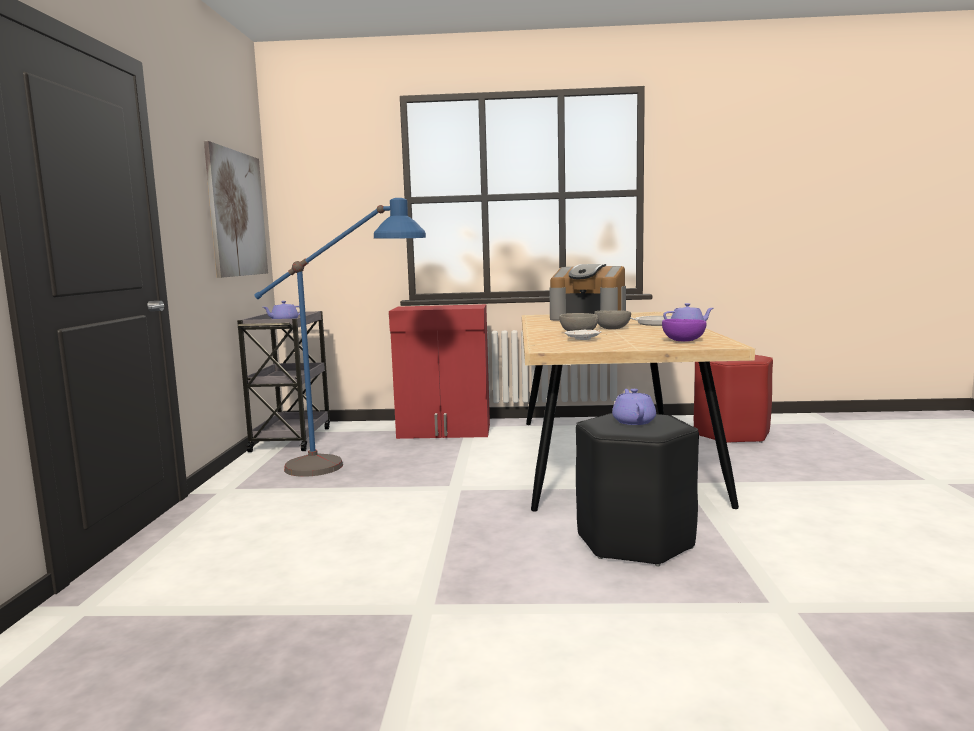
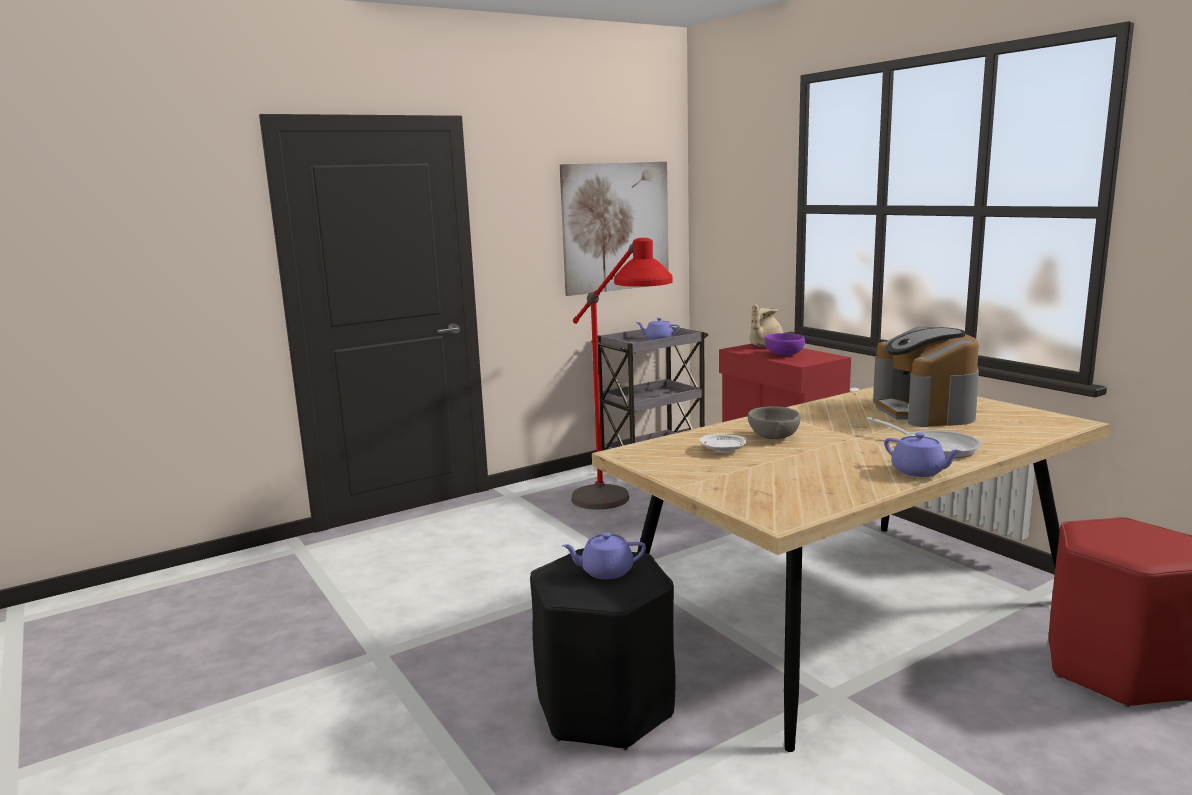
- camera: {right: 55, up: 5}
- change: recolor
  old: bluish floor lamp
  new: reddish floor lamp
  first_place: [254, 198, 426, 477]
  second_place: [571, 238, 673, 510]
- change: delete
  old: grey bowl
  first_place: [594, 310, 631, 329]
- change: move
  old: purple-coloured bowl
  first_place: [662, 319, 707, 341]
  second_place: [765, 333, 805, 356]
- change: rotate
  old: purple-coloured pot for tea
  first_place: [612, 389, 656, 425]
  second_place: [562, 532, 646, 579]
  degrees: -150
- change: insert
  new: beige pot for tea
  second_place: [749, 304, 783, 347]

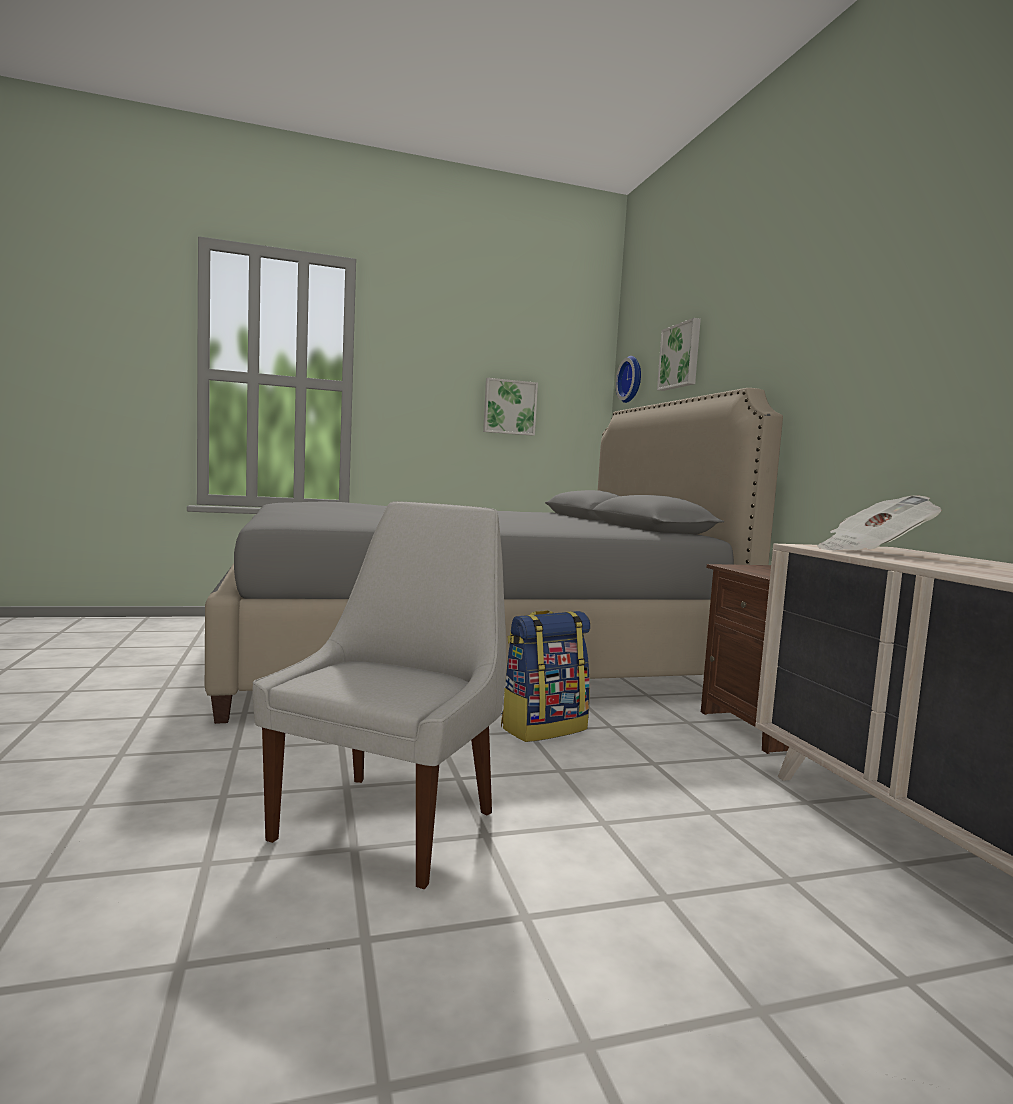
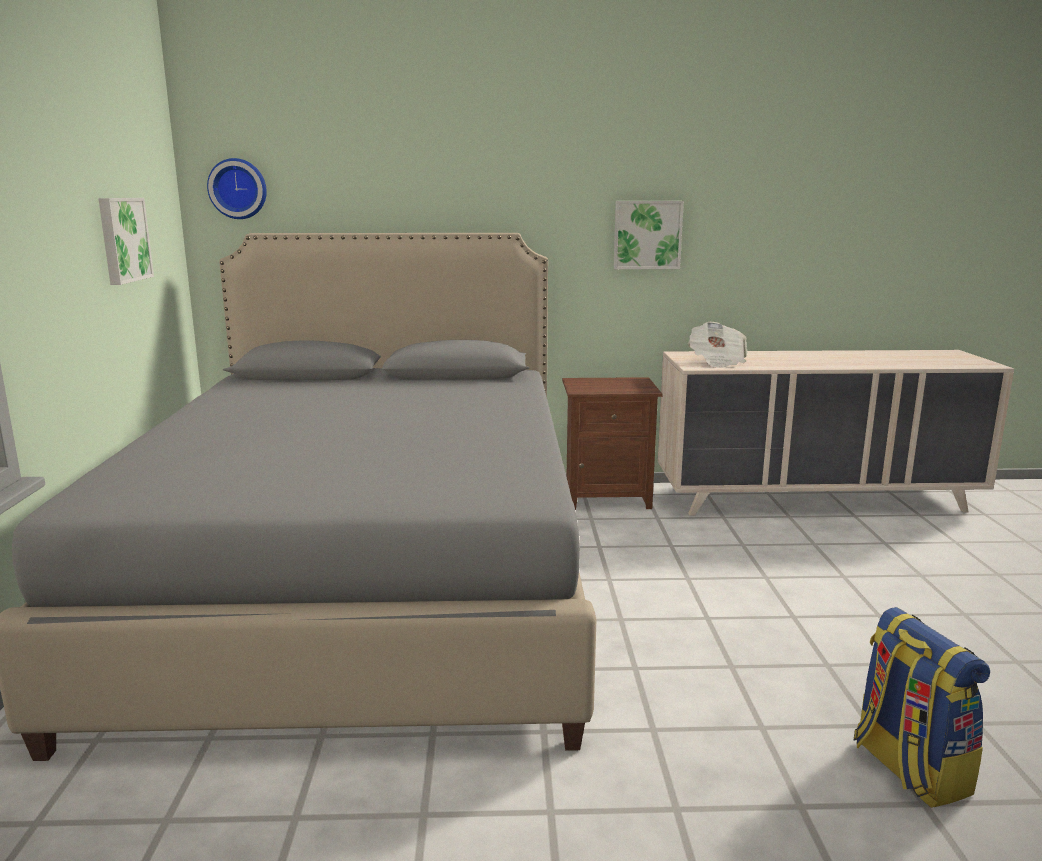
- camera: {right: -75, up: 10}
- change: move
  old: wall picture
  first_place: [657, 318, 701, 391]
  second_place: [614, 201, 684, 269]
- change: delete
  old: white-coloured chair
  first_place: [253, 501, 506, 889]
- change: move
  old: rucksack
  first_place: [501, 610, 590, 742]
  second_place: [854, 607, 990, 808]

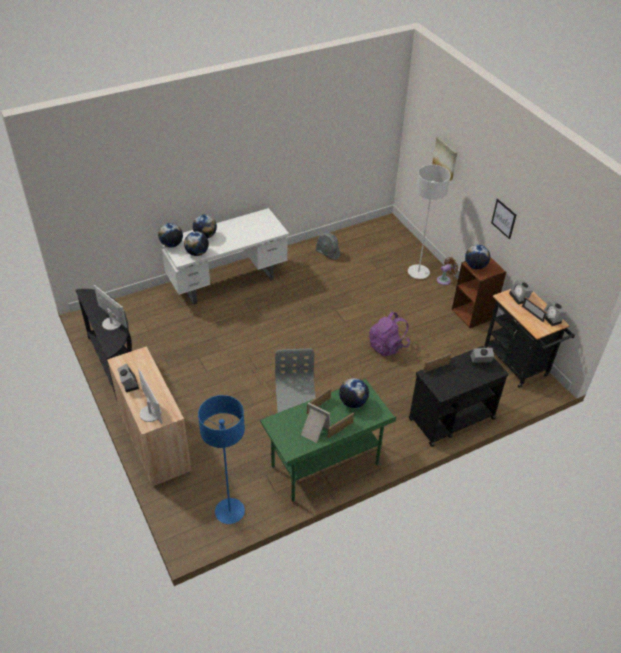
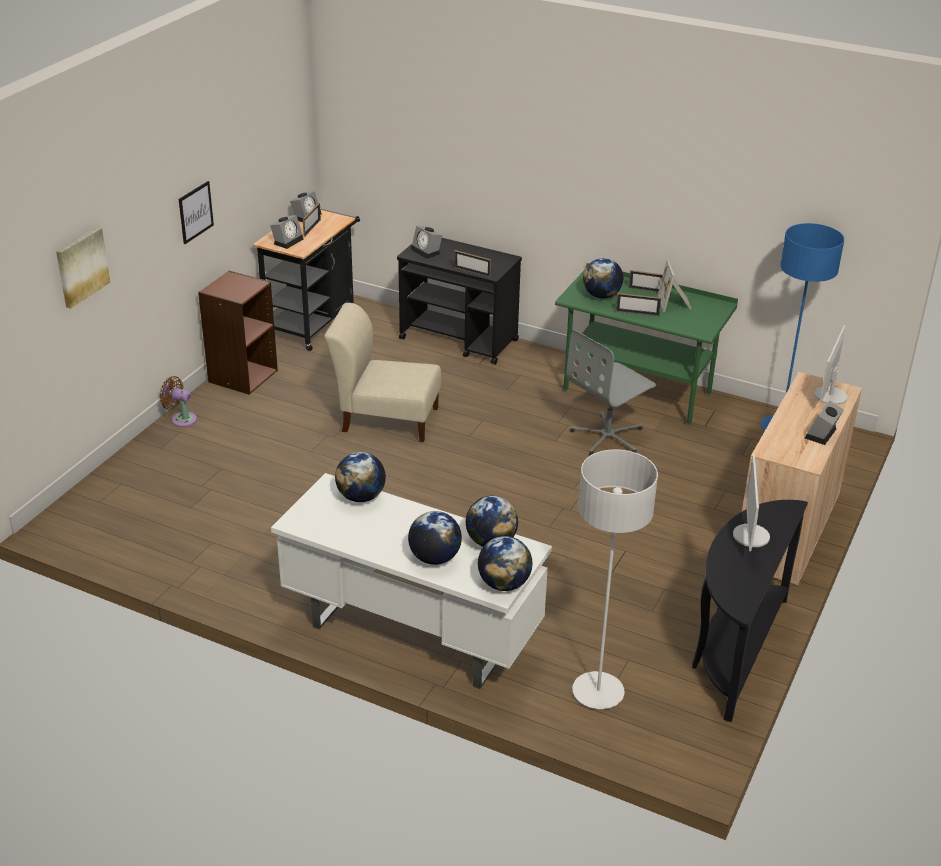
- camera: {right: -125, up: -10}
- change: move
  old: grey floor lamp
  first_place: [408, 165, 451, 279]
  second_place: [572, 449, 658, 709]
- change: delete
  old: grey cooling fan
  first_place: [316, 232, 340, 260]
- change: move
  old: globe
  first_place: [465, 245, 490, 269]
  second_place: [335, 452, 386, 502]
- change: replace
  old: purple-coloured rucksack
  new: beige chair
  first_place: [369, 312, 410, 356]
  second_place: [324, 303, 441, 442]

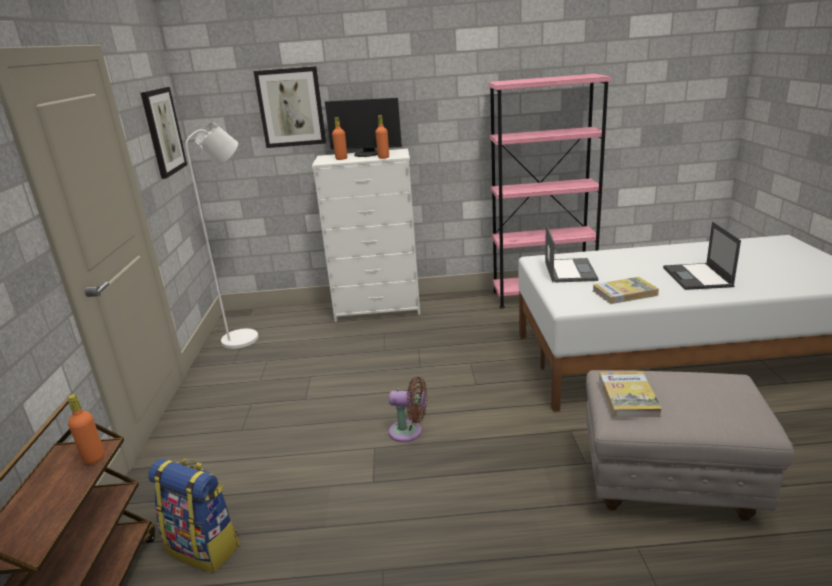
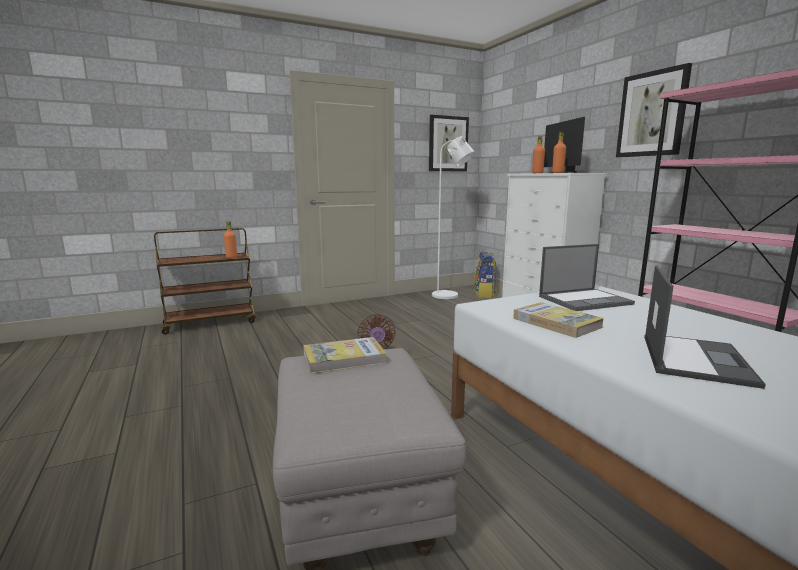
- camera: {right: 65, up: -10}
- change: move
  old: wall picture
  first_place: [253, 66, 326, 148]
  second_place: [616, 63, 692, 157]
- change: rotate
  old: portable computer
  first_place: [663, 222, 741, 290]
  second_place: [644, 265, 766, 389]
  degrees: 135
- change: move
  old: rucksack
  first_place: [148, 458, 239, 572]
  second_place: [474, 251, 497, 298]

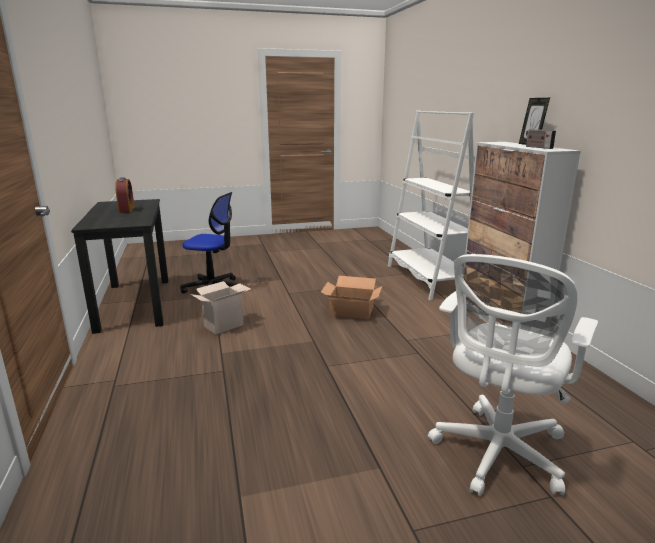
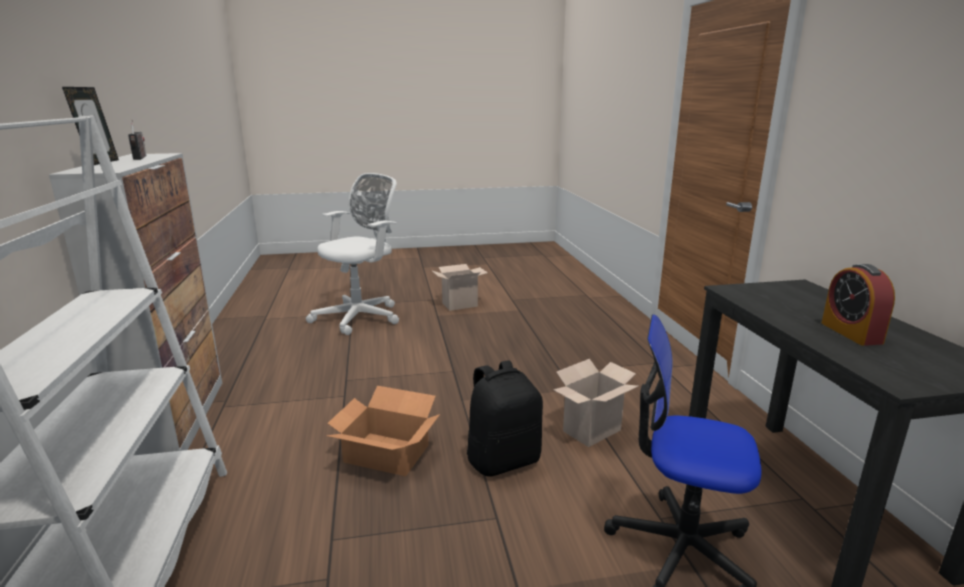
- camera: {right: -175, up: 0}
- change: insert
  new: packing box
  second_place: [432, 264, 488, 311]
- change: insert
  new: black-coloured rucksack
  second_place: [467, 360, 543, 477]

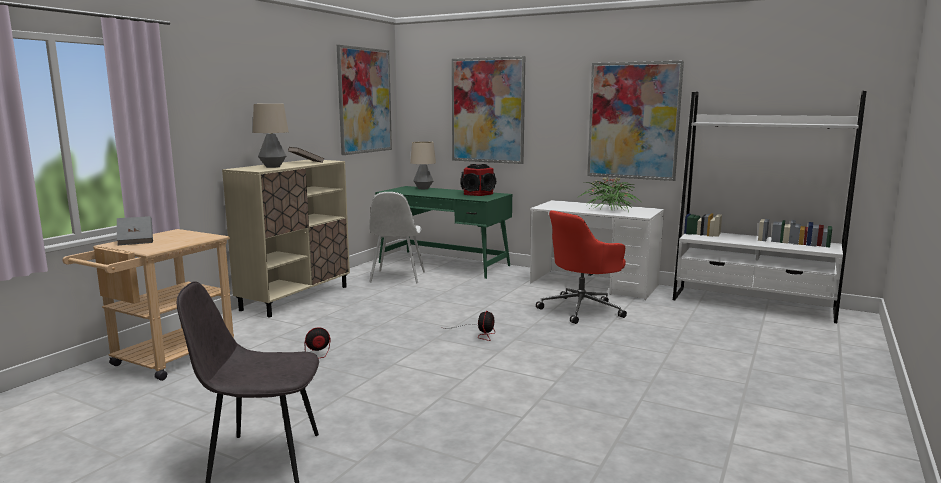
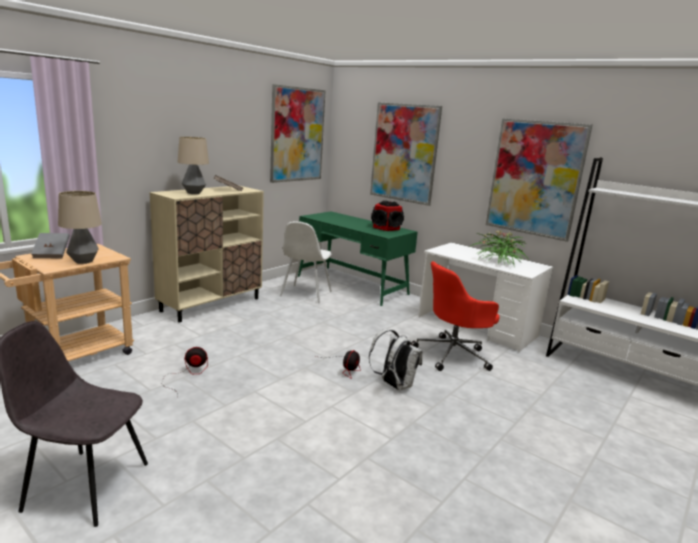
- camera: {right: 10, up: 5}
- change: move
  old: tabletop lamp
  first_place: [410, 141, 436, 190]
  second_place: [58, 191, 102, 264]
- change: insert
  new: white-coloured rucksack
  second_place: [369, 329, 422, 390]

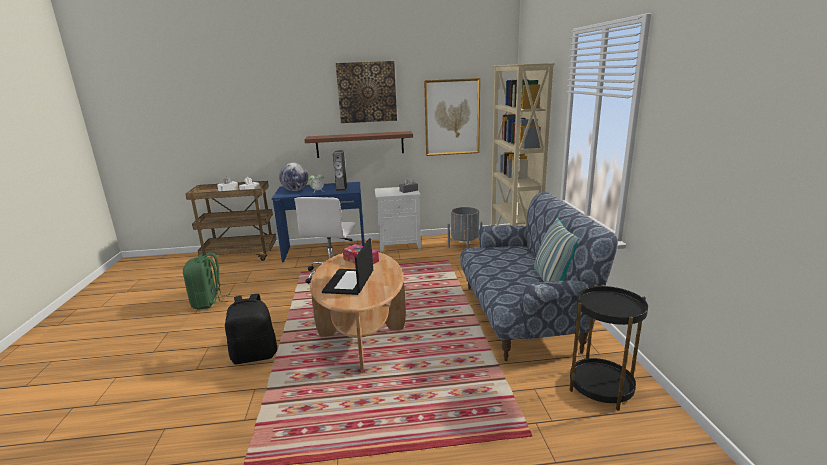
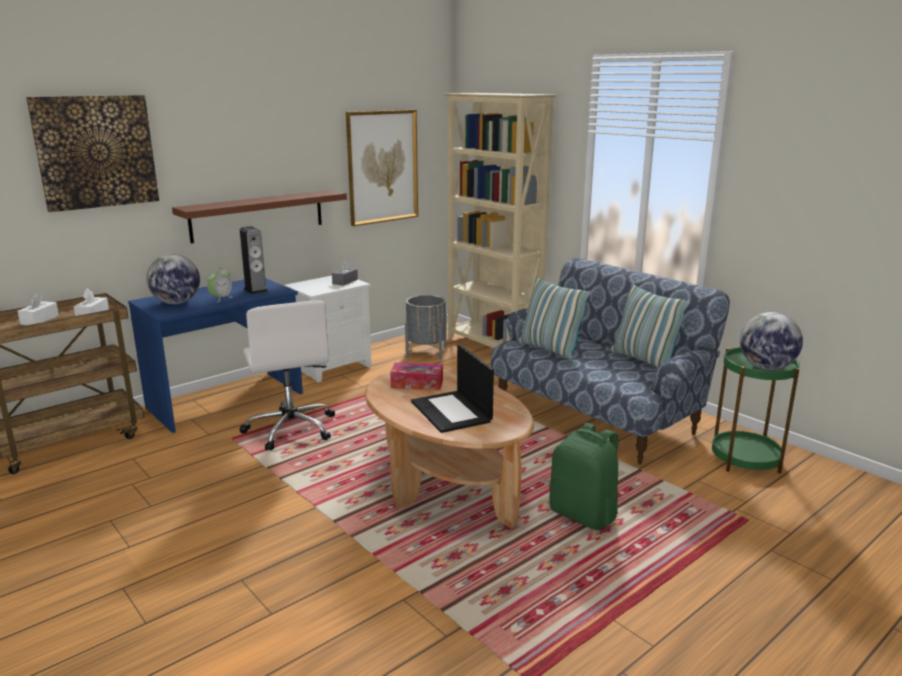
- camera: {right: -35, up: 0}
- change: move
  old: wall picture
  first_place: [336, 61, 397, 123]
  second_place: [26, 95, 159, 212]
- change: move
  old: greenish rucksack
  first_place: [183, 253, 230, 309]
  second_place: [549, 423, 619, 530]
- change: recolor
  old: black-coloured end table
  new: greenish end table
  first_place: [569, 285, 648, 411]
  second_place: [712, 347, 800, 474]
- change: delete
  old: black-coloured rucksack
  first_place: [225, 294, 277, 364]
- change: insert
  new: cushion
  second_place: [518, 276, 591, 360]
- change: insert
  new: globe
  second_place: [740, 312, 803, 370]

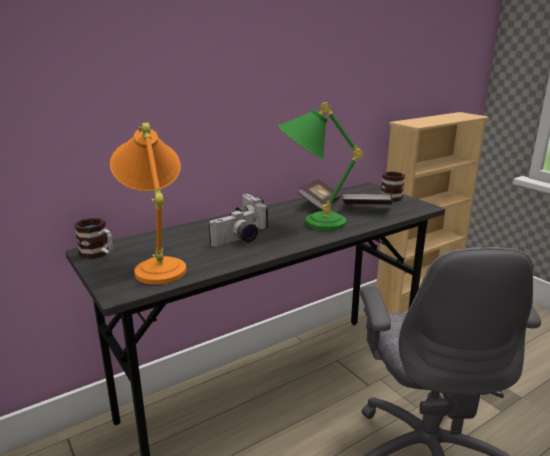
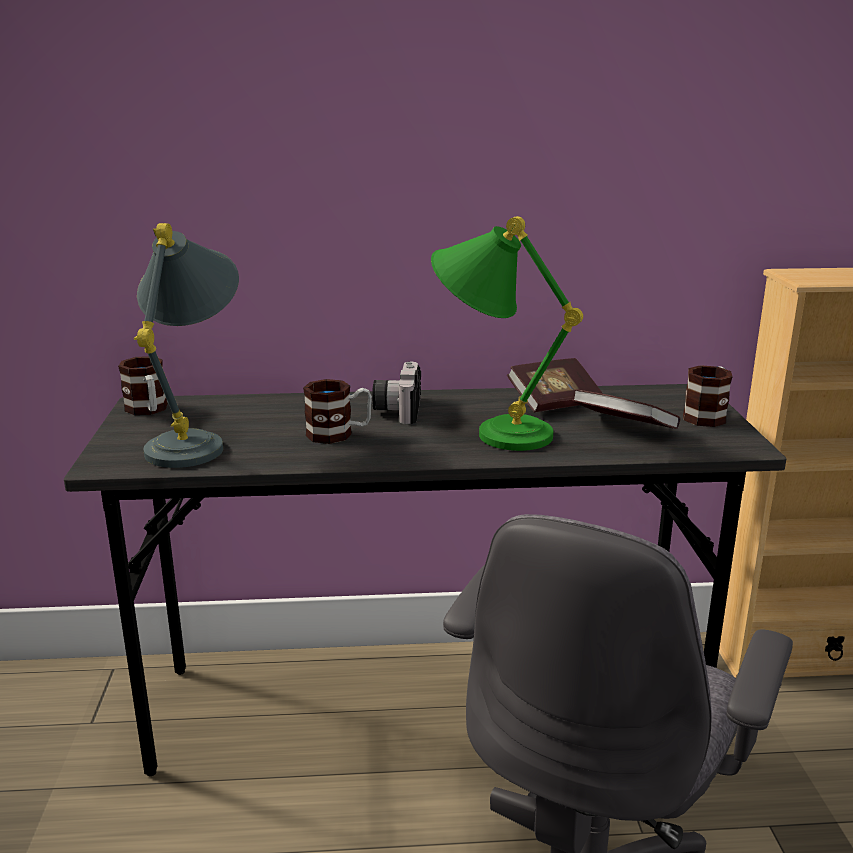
- camera: {right: 30, up: 0}
- change: recolor
  old: orange tabletop lamp
  new: grey tabletop lamp
  first_place: [110, 123, 186, 285]
  second_place: [134, 223, 239, 468]
- change: replace
  old: photo camera
  new: mug
  first_place: [209, 210, 258, 246]
  second_place: [303, 379, 372, 444]

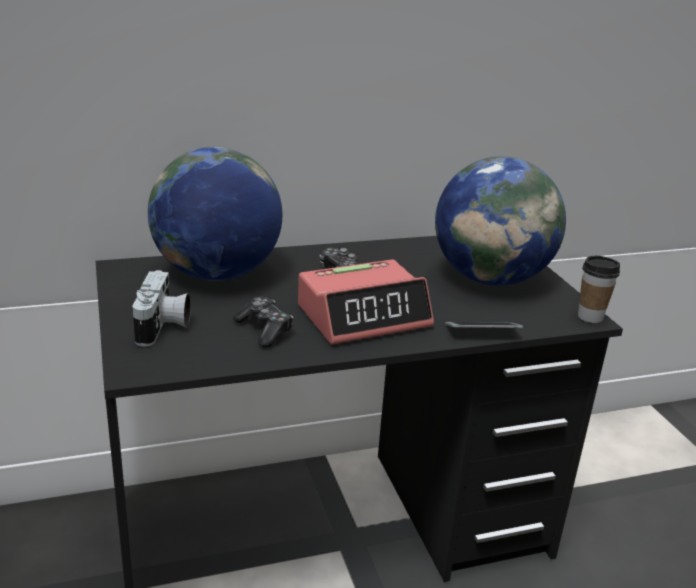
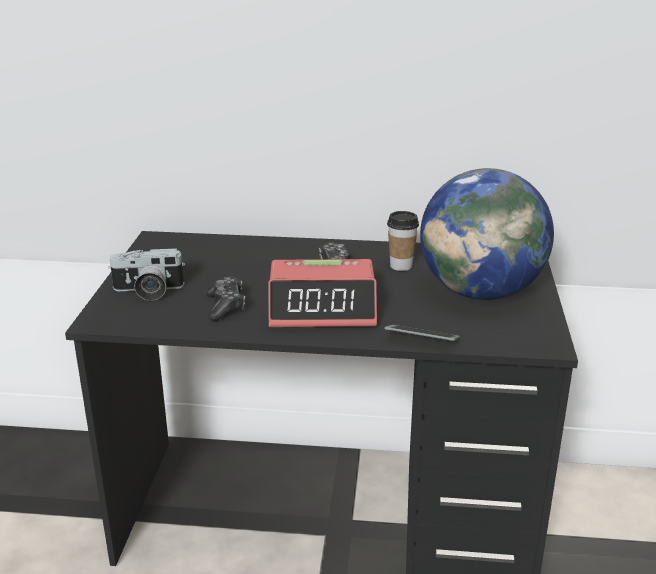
- camera: {right: 25, up: 0}
- change: delete
  old: globe
  first_place: [148, 147, 282, 281]
- change: move
  old: drinking cup
  first_place: [578, 256, 620, 323]
  second_place: [387, 211, 419, 271]
- change: rotate
  old: photo camera
  first_place: [132, 270, 191, 347]
  second_place: [108, 248, 185, 301]
  degrees: 60

